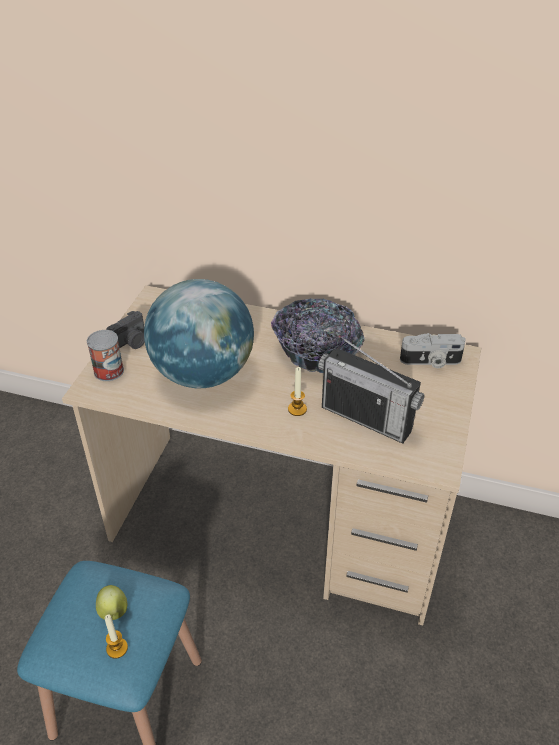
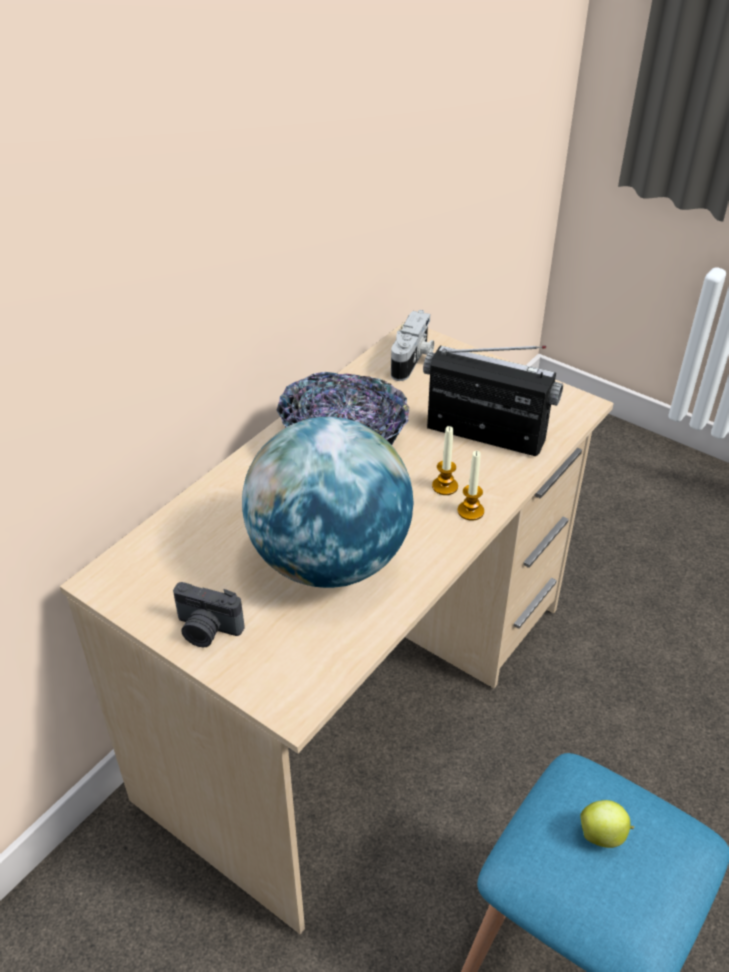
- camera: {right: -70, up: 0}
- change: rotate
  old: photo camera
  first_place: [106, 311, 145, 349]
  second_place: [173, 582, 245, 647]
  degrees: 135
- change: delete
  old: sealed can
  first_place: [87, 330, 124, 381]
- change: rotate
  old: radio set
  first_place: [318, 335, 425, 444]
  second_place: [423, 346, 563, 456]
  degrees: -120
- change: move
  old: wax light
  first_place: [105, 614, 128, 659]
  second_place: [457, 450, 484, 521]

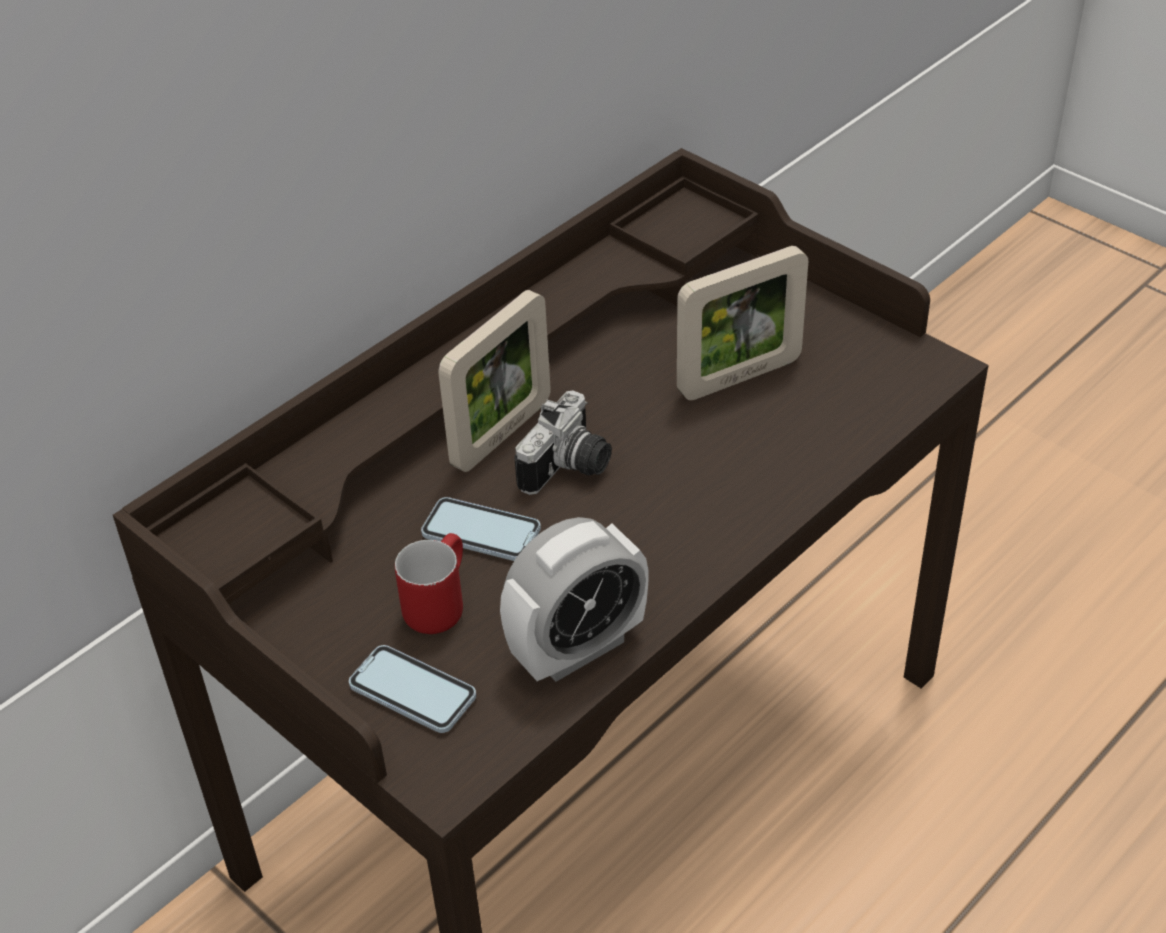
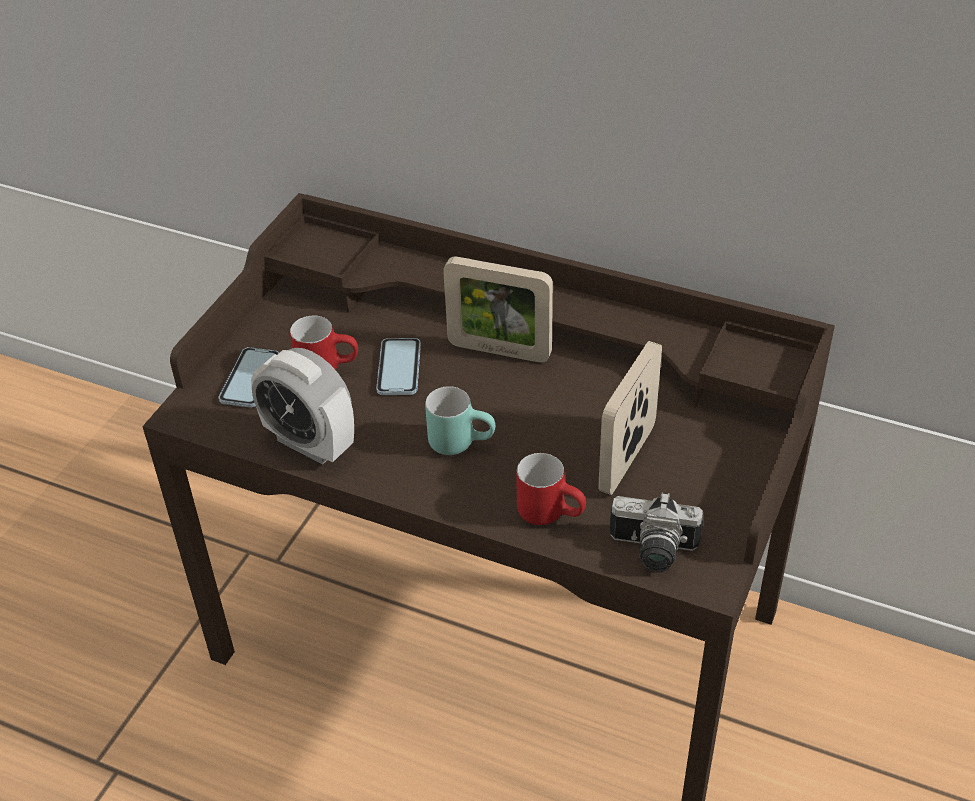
- camera: {right: 70, up: 0}
- change: rotate
  old: standing frame
  first_place: [677, 246, 808, 400]
  second_place: [598, 341, 662, 495]
  degrees: 75
- change: move
  old: photo camera
  first_place: [514, 390, 612, 495]
  second_place: [610, 492, 703, 572]
- change: insert
  new: turquoise mug
  second_place: [425, 386, 495, 455]
- change: insert
  new: reddish mug
  second_place: [516, 453, 586, 525]

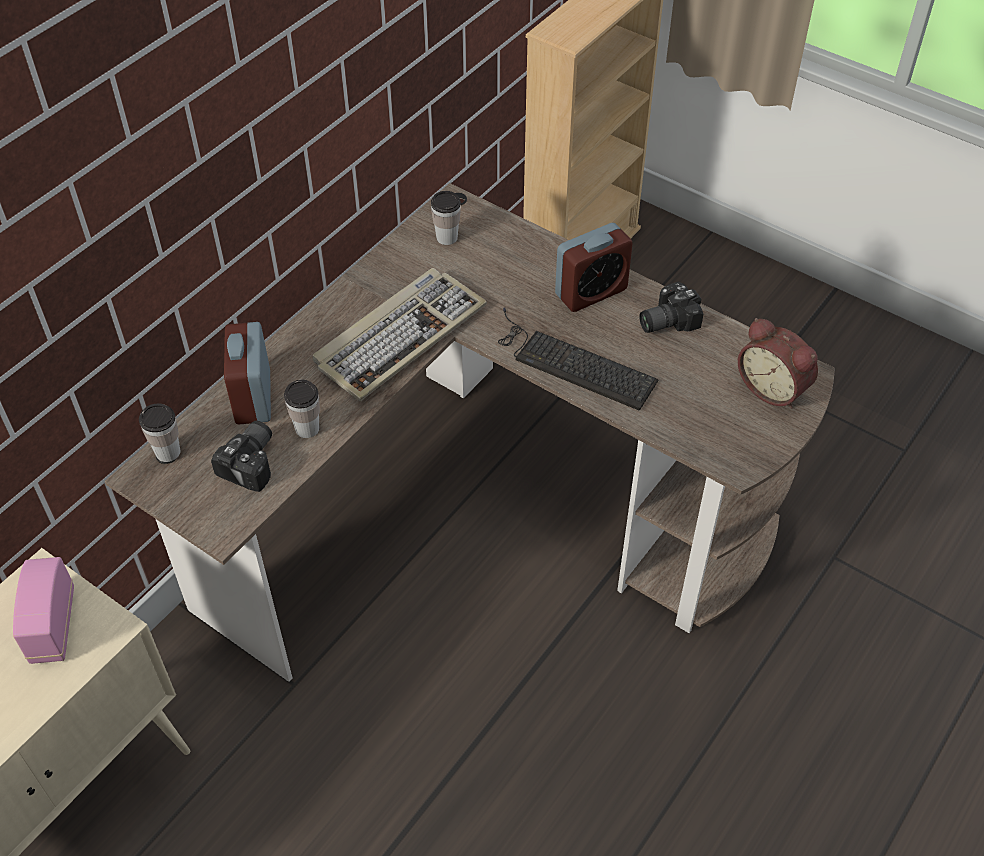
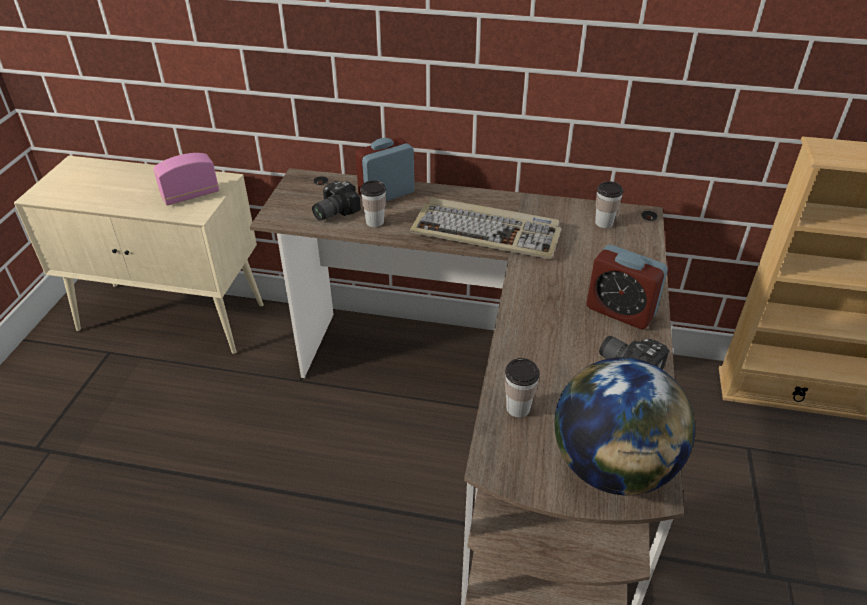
- camera: {right: 65, up: -10}
- change: delete
  old: PC keyboard
  first_place: [498, 307, 659, 411]
- change: replace
  old: table clock
  new: globe
  first_place: [738, 318, 818, 409]
  second_place: [554, 357, 695, 496]
- change: move
  old: drinking cup
  first_place: [139, 404, 180, 462]
  second_place: [505, 358, 539, 417]
- change: rotate
  old: photo camera
  first_place: [211, 421, 272, 492]
  second_place: [312, 181, 361, 221]
  degrees: 135

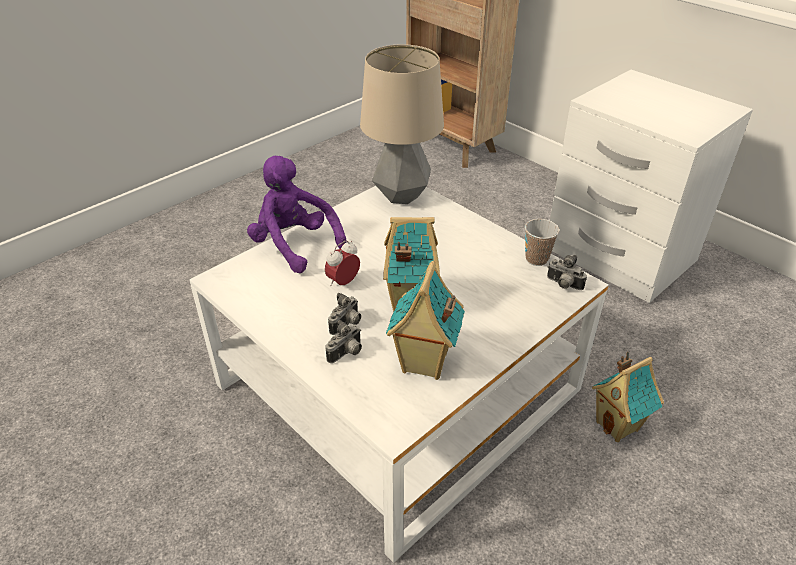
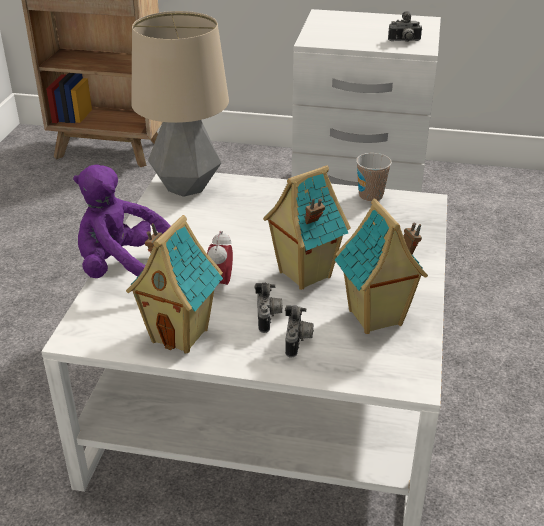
- camera: {right: -35, up: -5}
- change: move
  old: photo camera
  first_place: [547, 255, 587, 290]
  second_place: [388, 11, 422, 42]
- change: move
  old: toy house
  first_place: [592, 352, 664, 442]
  second_place: [126, 215, 223, 354]

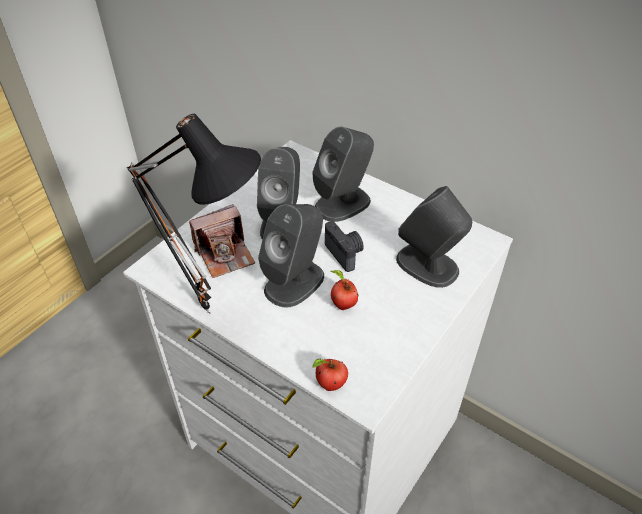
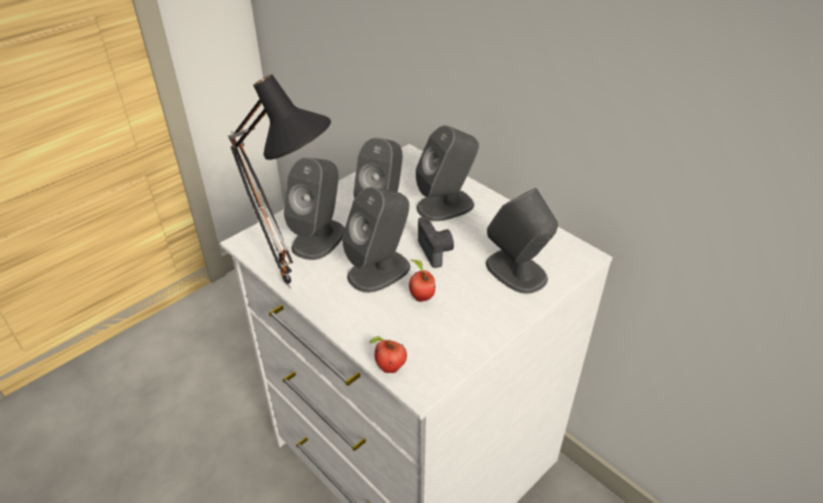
- camera: {right: 10, up: -5}
- change: replace
  old: photo camera
  new: grey speaker
  first_place: [189, 204, 255, 278]
  second_place: [284, 158, 345, 260]

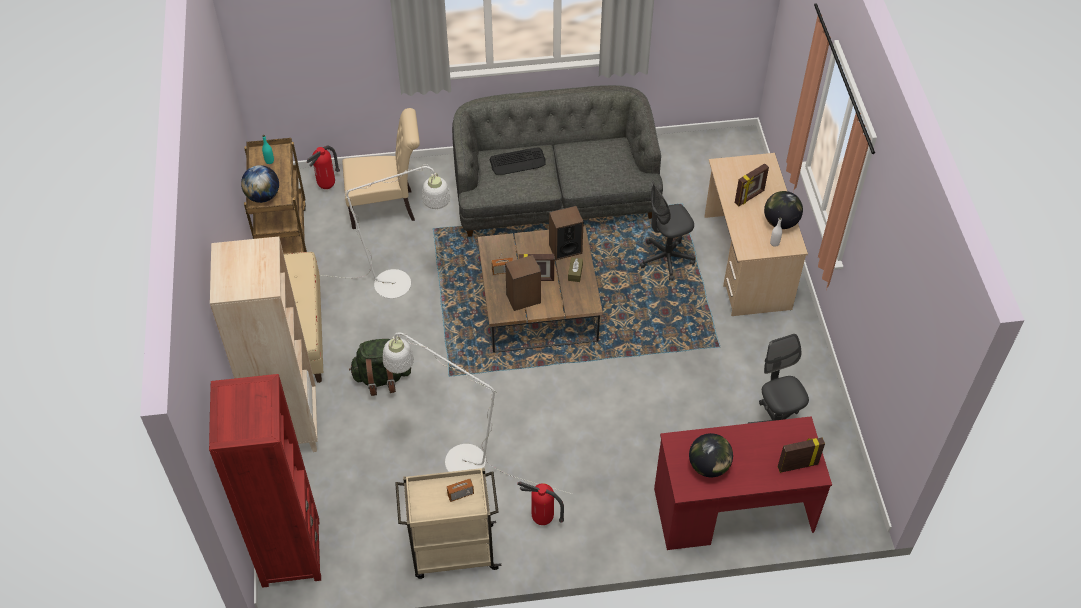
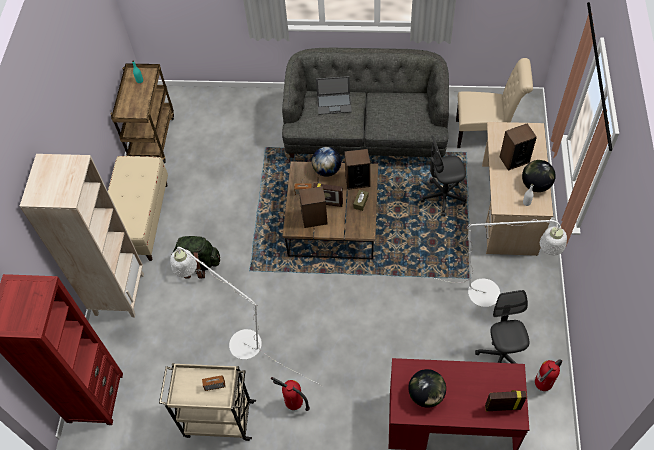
- camera: {right: 15, up: 5}
- change: move
  old: beige chair
  first_place: [342, 108, 420, 229]
  second_place: [456, 58, 533, 148]
- change: move
  old: extinguisher
  first_place: [307, 146, 340, 189]
  second_place: [535, 359, 562, 391]
- change: replace
  old: PC keyboard
  new: portable computer
  first_place: [490, 147, 546, 175]
  second_place: [316, 76, 352, 115]
- change: replace
  old: standing frame
  new: speaker
  first_place: [735, 163, 769, 206]
  second_place: [500, 123, 537, 171]
- change: move
  old: white-coloured floor lamp
  first_place: [321, 164, 450, 299]
  second_place: [431, 218, 567, 307]
- change: move
  old: globe
  first_place: [241, 165, 279, 203]
  second_place: [312, 147, 341, 177]

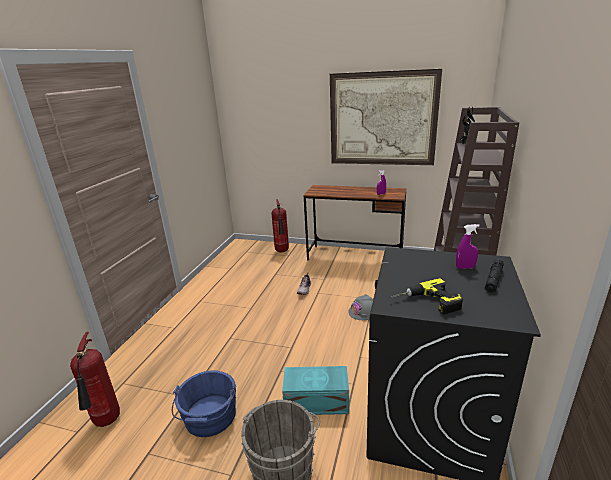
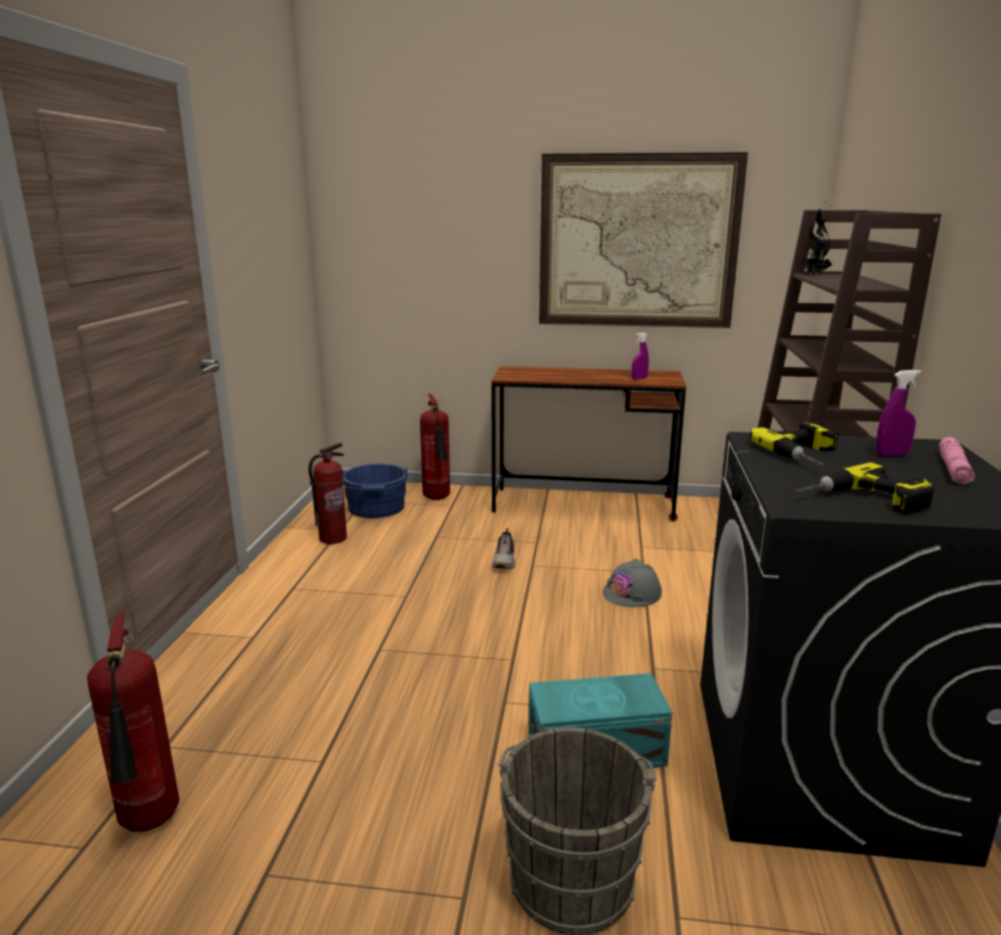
- camera: {right: -10, up: -5}
- change: recolor
  old: black-coloured flashlight
  new: pink flashlight
  first_place: [484, 259, 504, 293]
  second_place: [939, 437, 975, 484]
- change: move
  old: bluish water bucket
  first_place: [172, 370, 236, 437]
  second_place: [342, 464, 408, 518]
- change: insert
  new: drill
  second_place: [749, 423, 839, 466]
- change: insert
  new: extinguisher
  second_place: [308, 443, 347, 544]

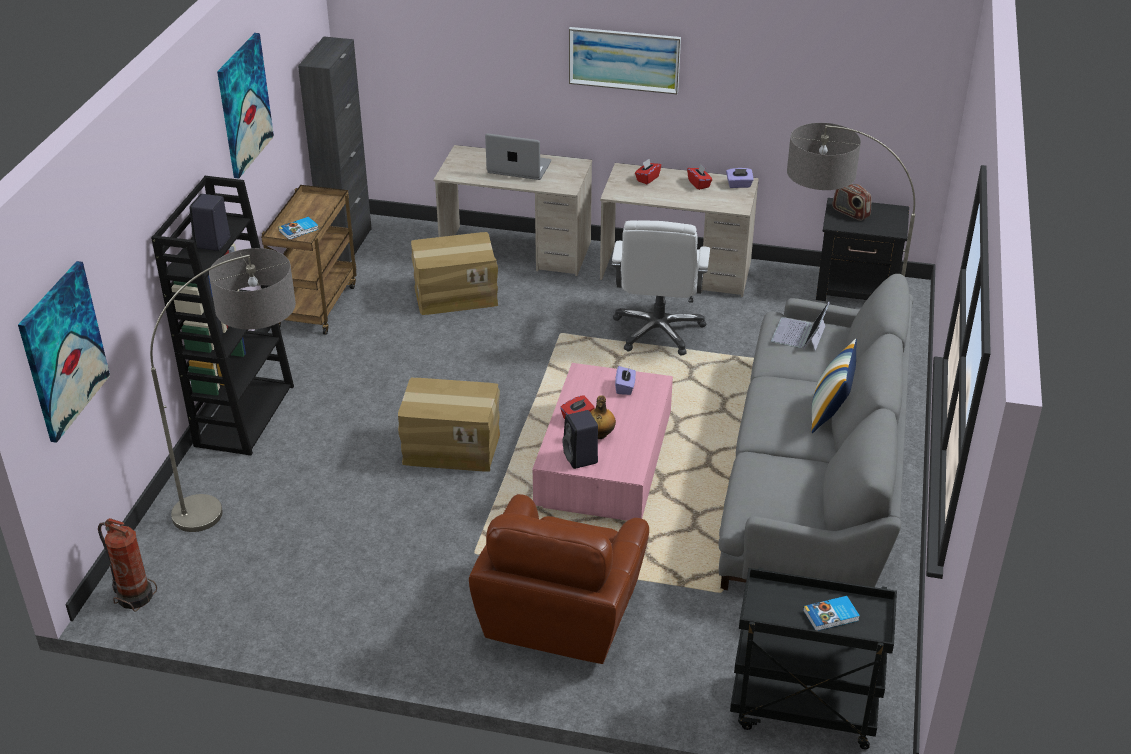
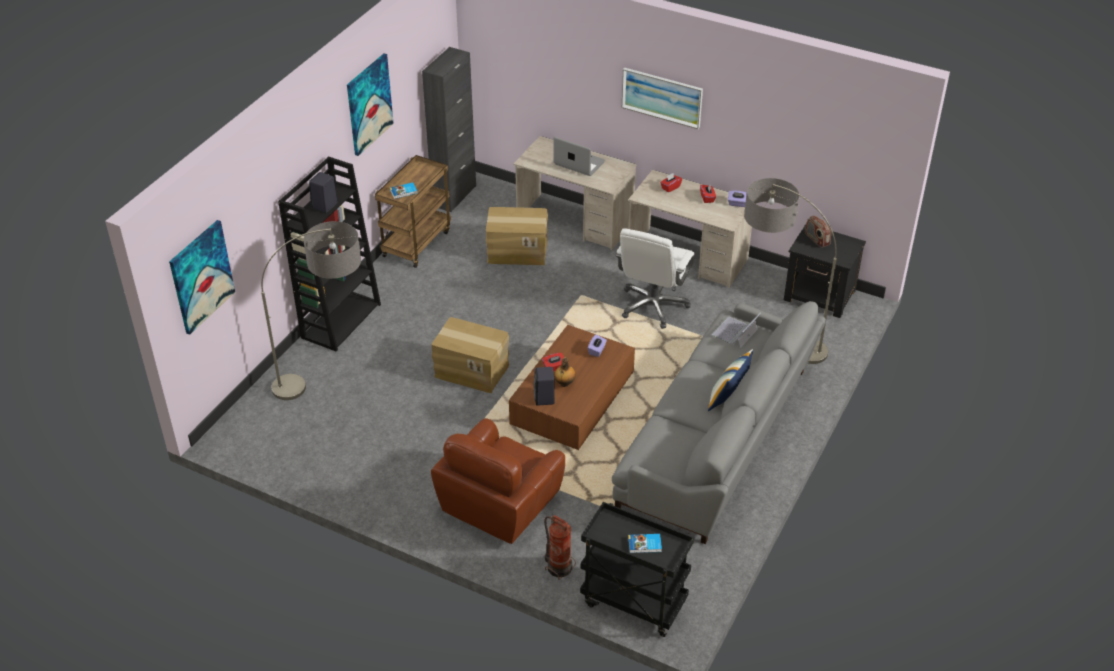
- camera: {right: 15, up: 5}
- change: recolor
  old: pink low table
  new: brown-coloured low table
  first_place: [533, 363, 673, 521]
  second_place: [509, 325, 635, 450]
- change: move
  old: extinguisher
  first_place: [98, 518, 157, 612]
  second_place: [544, 515, 576, 580]

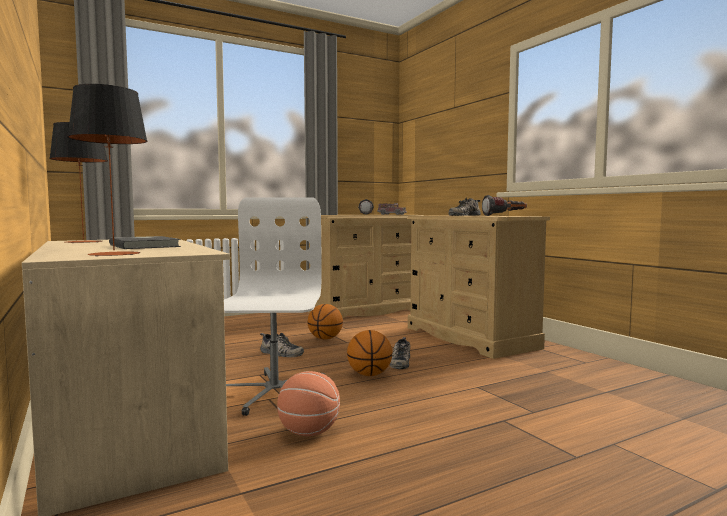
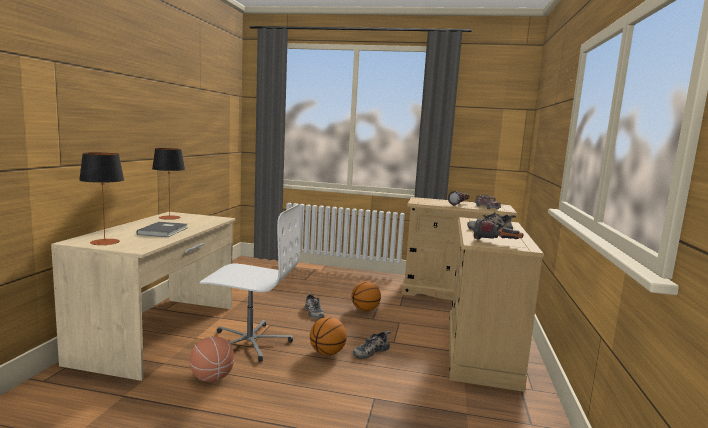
- camera: {right: 40, up: 5}
- change: rotate
  old: white-coloured desk chair
  first_place: [224, 197, 325, 416]
  second_place: [200, 204, 300, 362]
  degrees: 60

